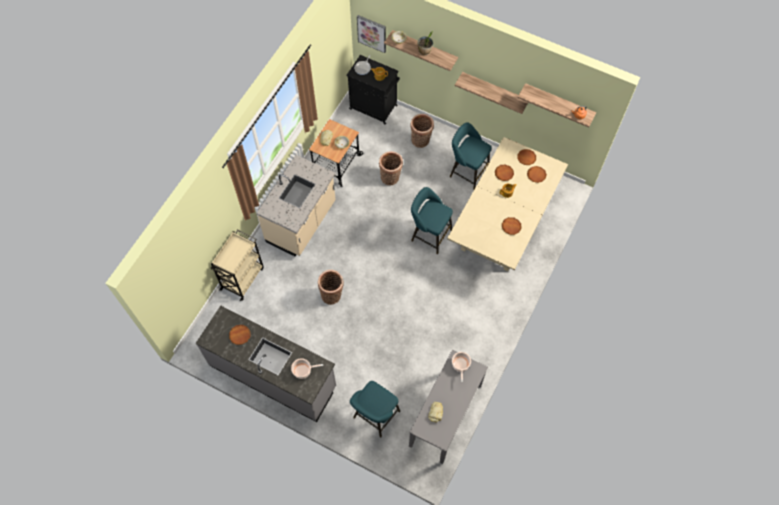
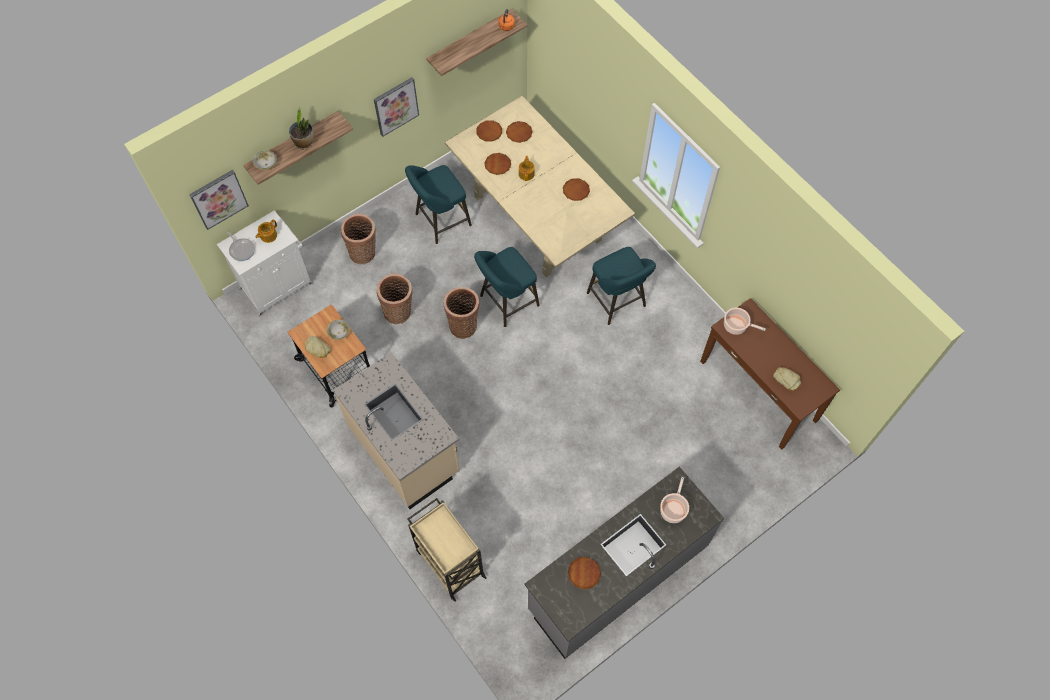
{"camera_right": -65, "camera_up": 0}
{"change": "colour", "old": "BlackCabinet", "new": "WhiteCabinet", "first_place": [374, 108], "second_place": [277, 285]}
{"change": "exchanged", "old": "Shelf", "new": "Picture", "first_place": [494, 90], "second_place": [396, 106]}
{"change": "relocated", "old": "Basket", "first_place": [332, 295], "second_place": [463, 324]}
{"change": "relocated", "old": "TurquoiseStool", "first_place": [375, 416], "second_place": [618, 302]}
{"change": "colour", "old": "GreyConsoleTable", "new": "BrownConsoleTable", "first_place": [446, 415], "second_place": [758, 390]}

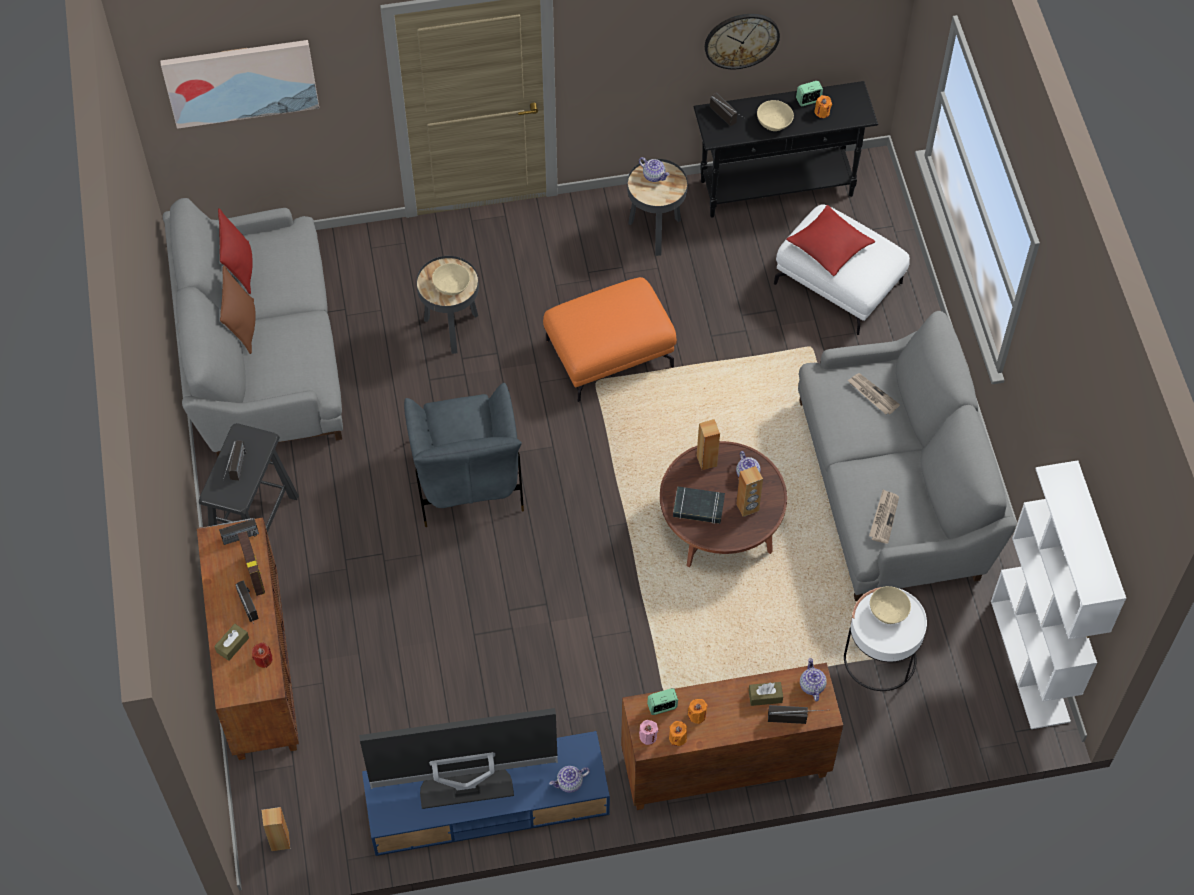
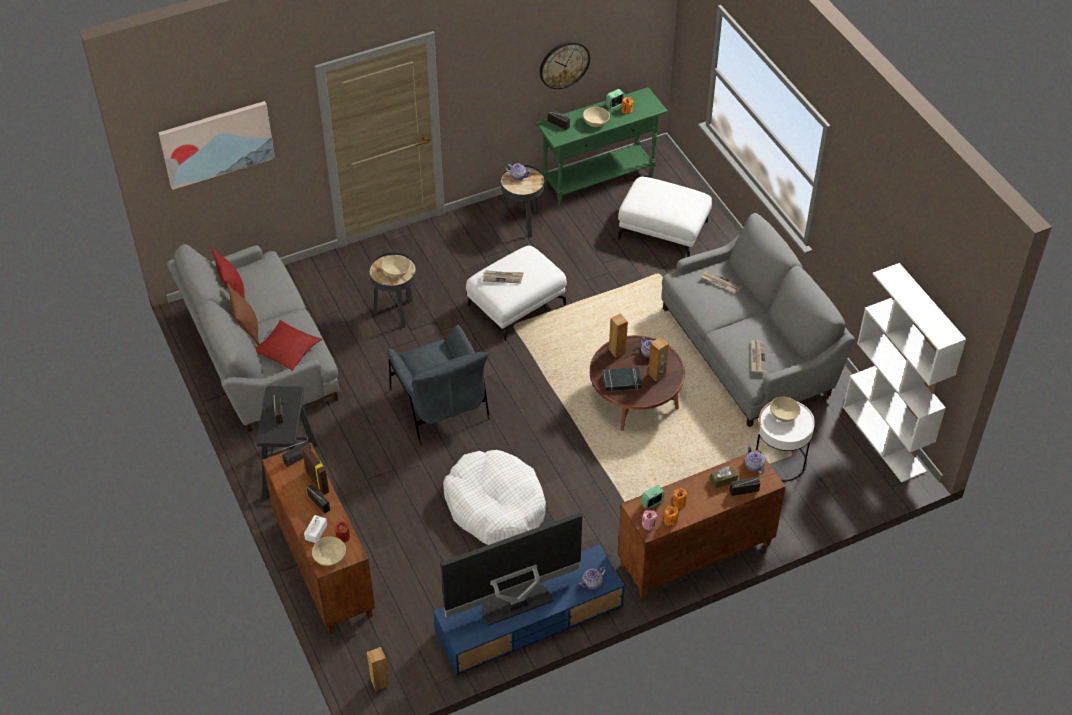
{"camera_right": -15, "camera_up": -10}
{"change": "relocated", "old": "RedPillow", "first_place": [829, 246], "second_place": [287, 350]}
{"change": "colour", "old": "BrownTissueBox", "new": "WhiteTissueBox", "first_place": [232, 645], "second_place": [316, 532]}
{"change": "appeared", "new": "BeigeBowl", "second_place": [330, 557]}
{"change": "appeared", "new": "WhiteDogBed", "second_place": [495, 507]}
{"change": "colour", "old": "OrangeOttoman", "new": "WhiteOttoman", "first_place": [609, 352], "second_place": [516, 304]}
{"change": "appeared", "new": "Newspaper", "second_place": [503, 277]}
{"change": "colour", "old": "BlackConsoleTable", "new": "GreenConsoleTable", "first_place": [777, 188], "second_place": [599, 180]}

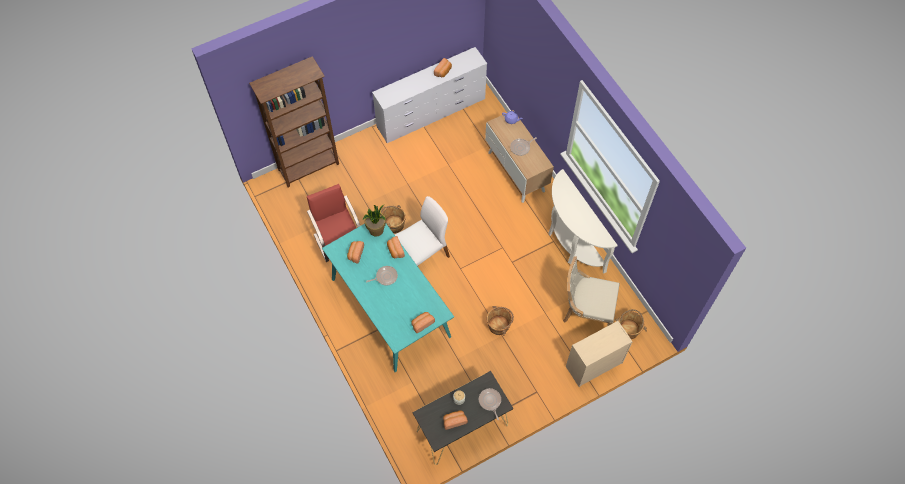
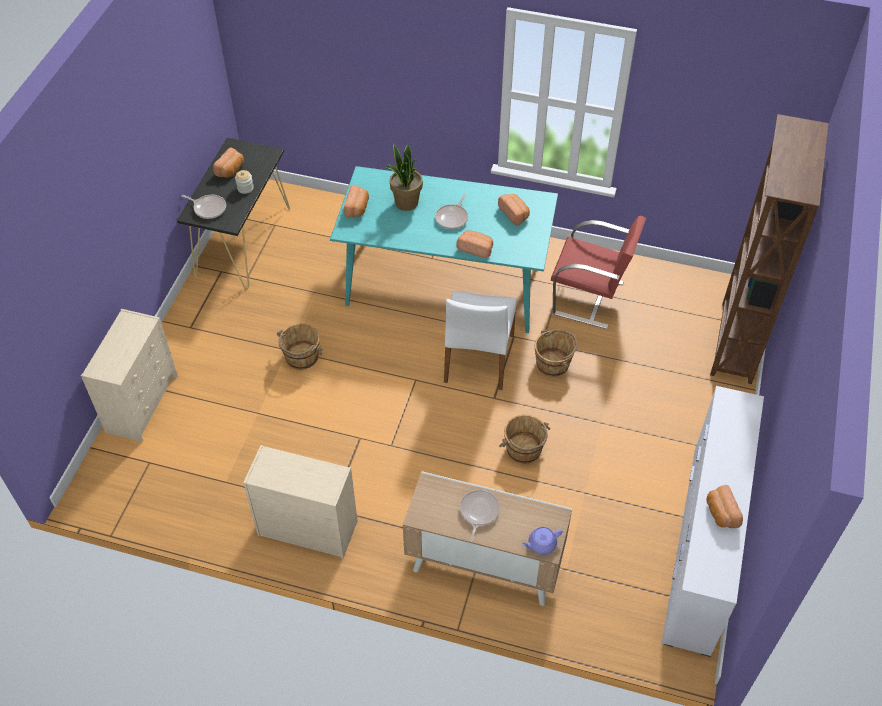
{"camera_right": 135, "camera_up": -10}
{"change": "exchanged", "old": "WhiteConsoleTable", "new": "BeigeDresser", "first_place": [570, 242], "second_place": [306, 528]}
{"change": "relocated", "old": "PottedPlant", "first_place": [376, 230], "second_place": [406, 203]}
{"change": "relocated", "old": "BrownBucket", "first_place": [628, 329], "second_place": [524, 449]}
{"change": "missing", "old": "BeigeChair", "first_place": [586, 311]}

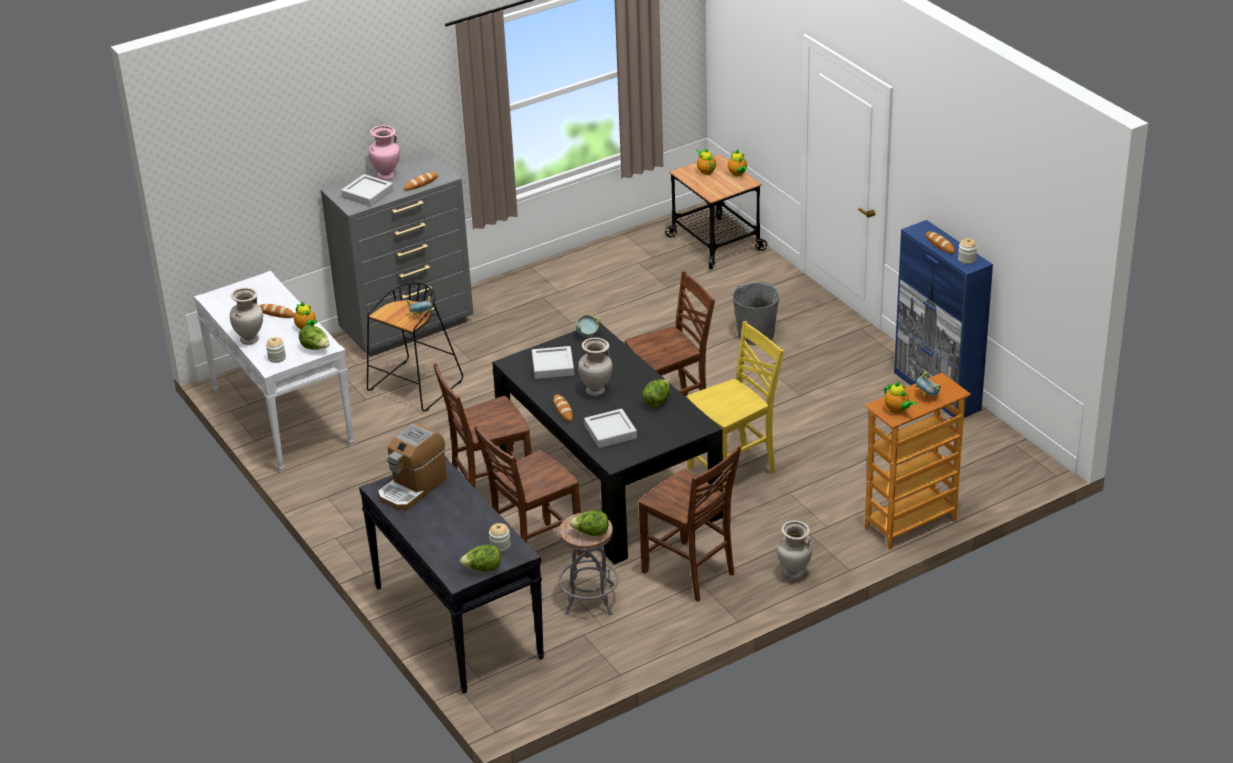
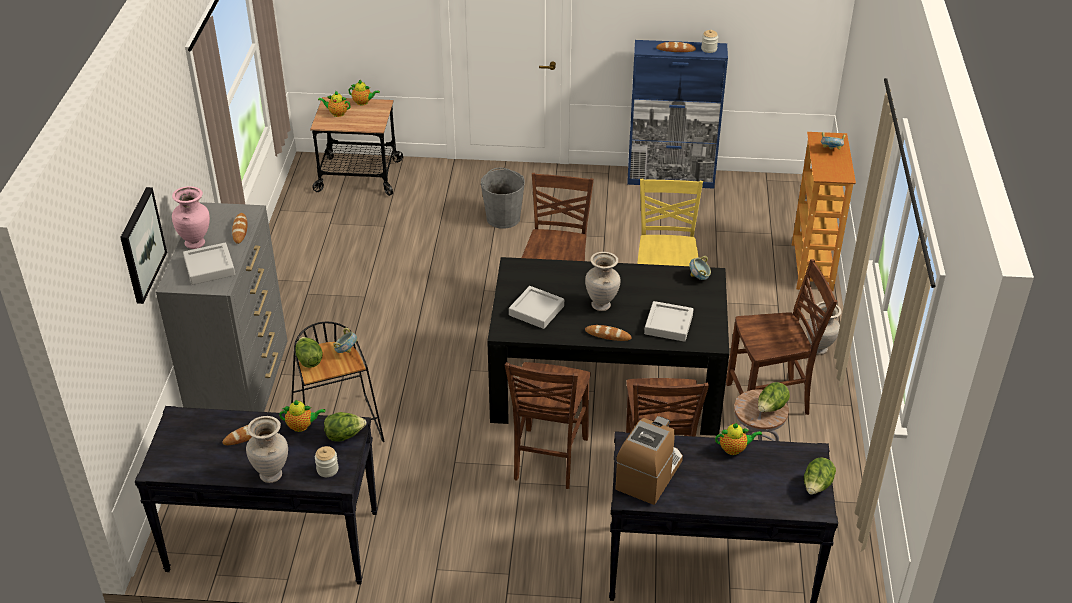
{"camera_right": -55, "camera_up": 5}
{"change": "appeared", "new": "Picture", "second_place": [141, 245]}
{"change": "colour", "old": "WhiteConsoleTable", "new": "BlackConsoleTable", "first_place": [281, 416], "second_place": [272, 541]}
{"change": "relocated", "old": "Lettuce", "first_place": [657, 401], "second_place": [309, 360]}
{"change": "spun", "old": "CoffeeMachine", "first_place": [412, 488], "second_place": [649, 474], "degrees": -135}
{"change": "relocated", "old": "Bowl", "first_place": [587, 335], "second_place": [699, 278]}
{"change": "relocated", "old": "Teapot", "first_place": [897, 410], "second_place": [734, 449]}
{"change": "missing", "old": "Jar", "first_place": [500, 546]}

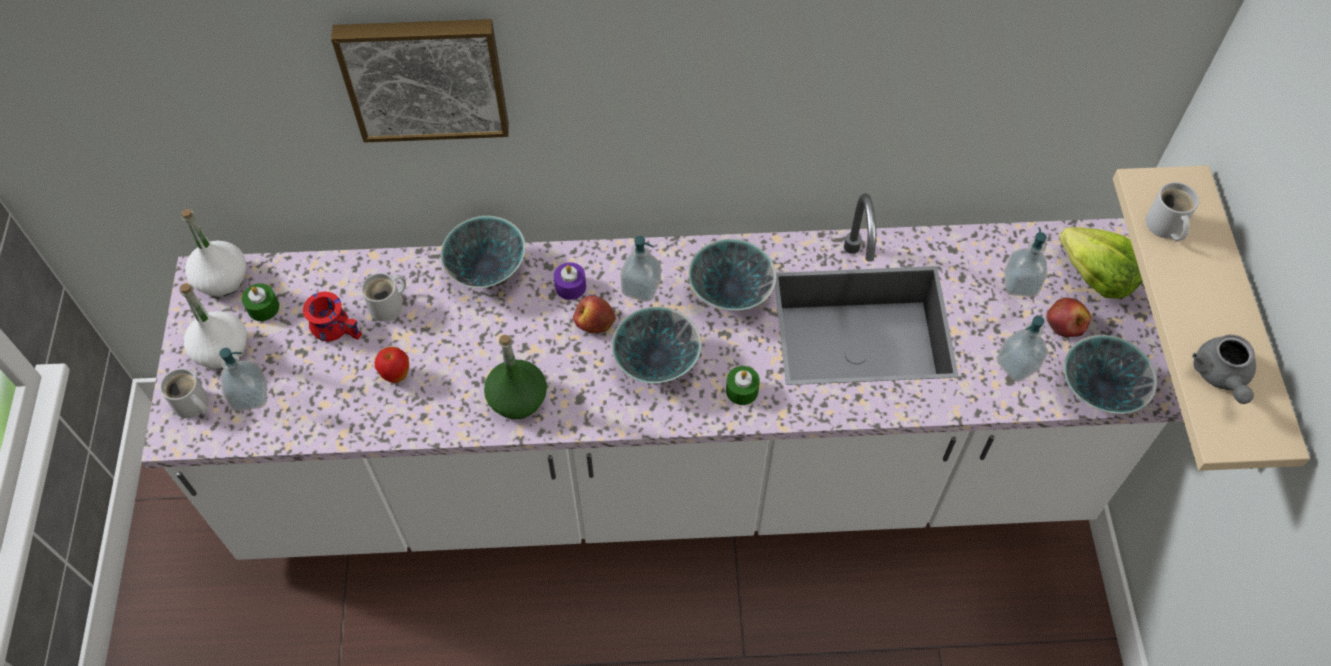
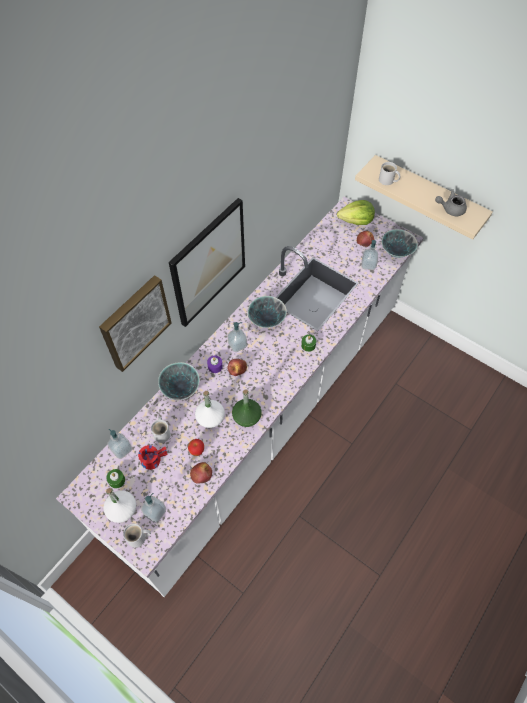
{"camera_right": -50, "camera_up": 0}
{"change": "relocated", "old": "SoapDispenser", "first_place": [1020, 284], "second_place": [121, 449]}
{"change": "appeared", "new": "Picture", "second_place": [208, 263]}
{"change": "appeared", "new": "Apple", "second_place": [201, 474]}
{"change": "relocated", "old": "WhiteBottle", "first_place": [222, 279], "second_place": [210, 418]}
{"change": "spun", "old": "GreyTeapot", "first_place": [1221, 377], "second_place": [450, 209], "degrees": 135}
{"change": "missing", "old": "Bowl", "first_place": [656, 363]}

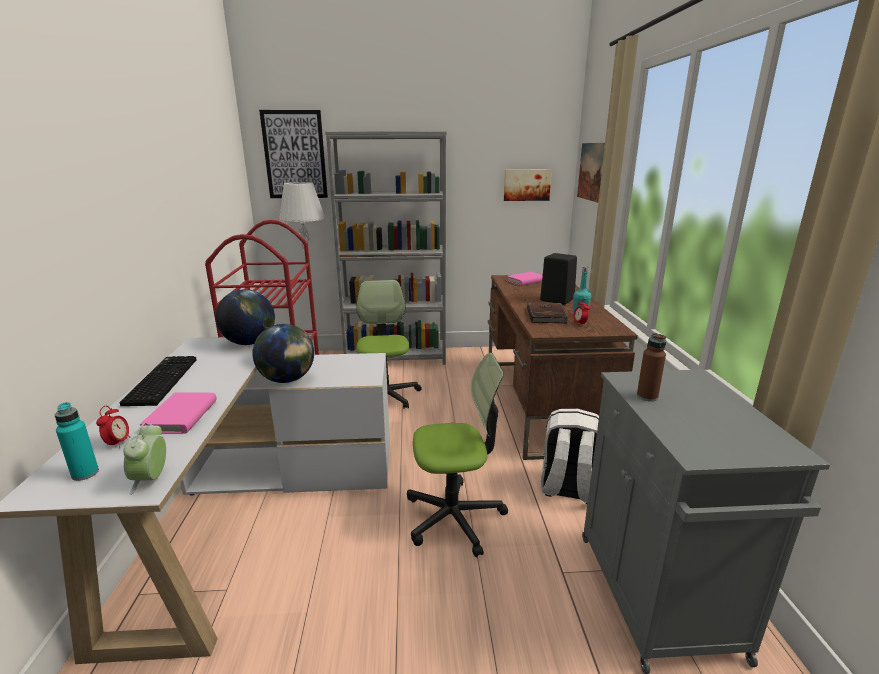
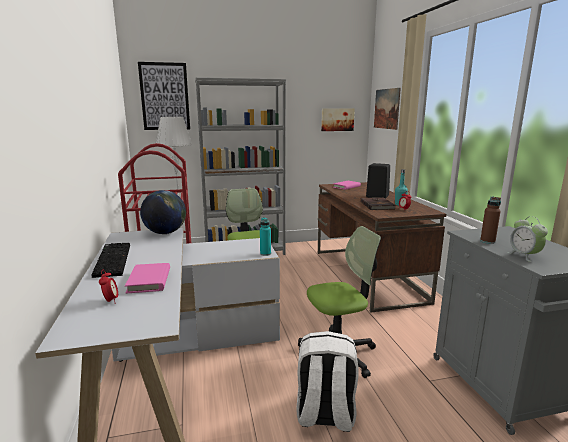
{"camera_right": -10, "camera_up": -5}
{"change": "relocated", "old": "TurquoiseBottle", "first_place": [85, 473], "second_place": [265, 253]}
{"change": "relocated", "old": "WhiteBackpack", "first_place": [568, 489], "second_place": [325, 414]}
{"change": "relocated", "old": "AlarmClock", "first_place": [151, 479], "second_place": [524, 256]}
{"change": "missing", "old": "Globe", "first_place": [287, 380]}

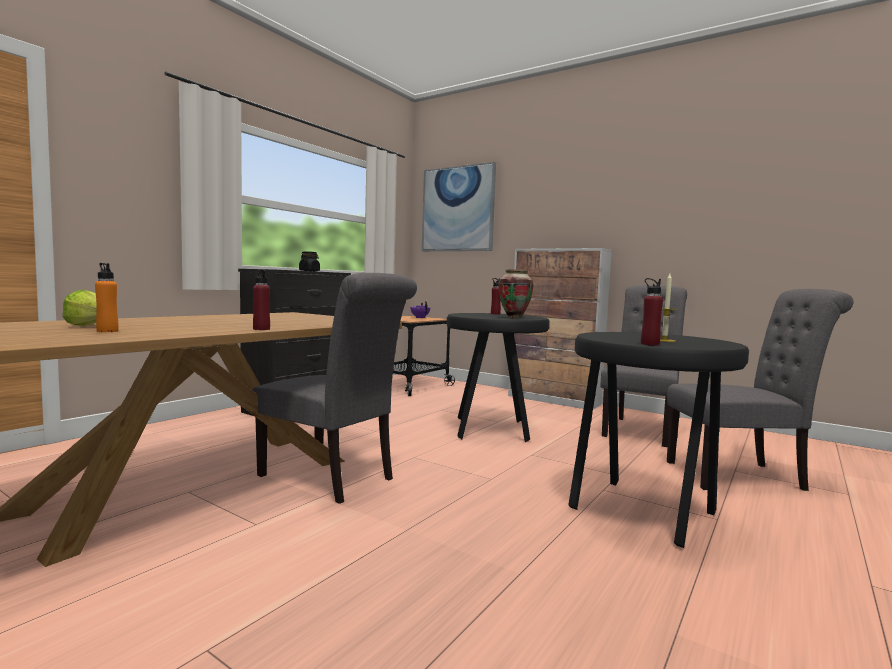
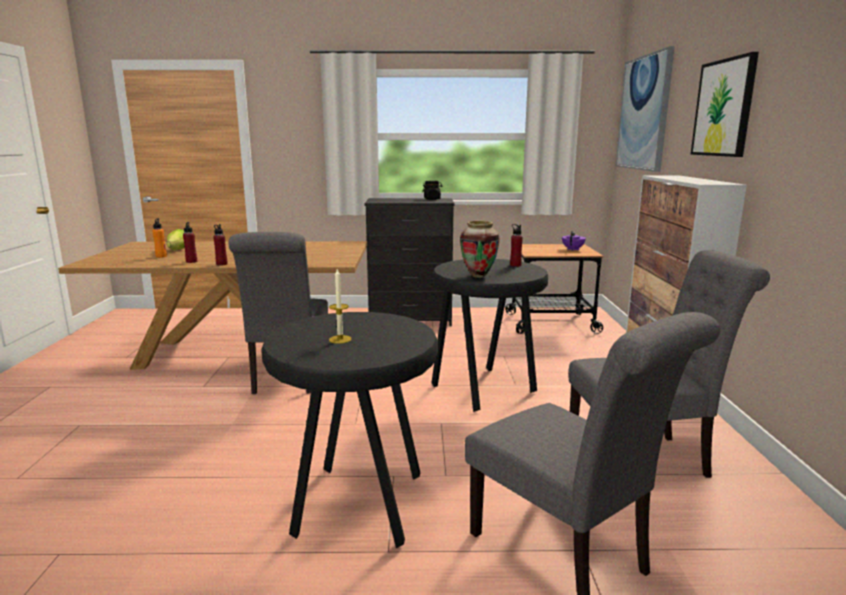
{"camera_right": 55, "camera_up": 10}
{"change": "relocated", "old": "RedBottle", "first_place": [649, 344], "second_place": [191, 261]}
{"change": "appeared", "new": "Picture", "second_place": [724, 108]}

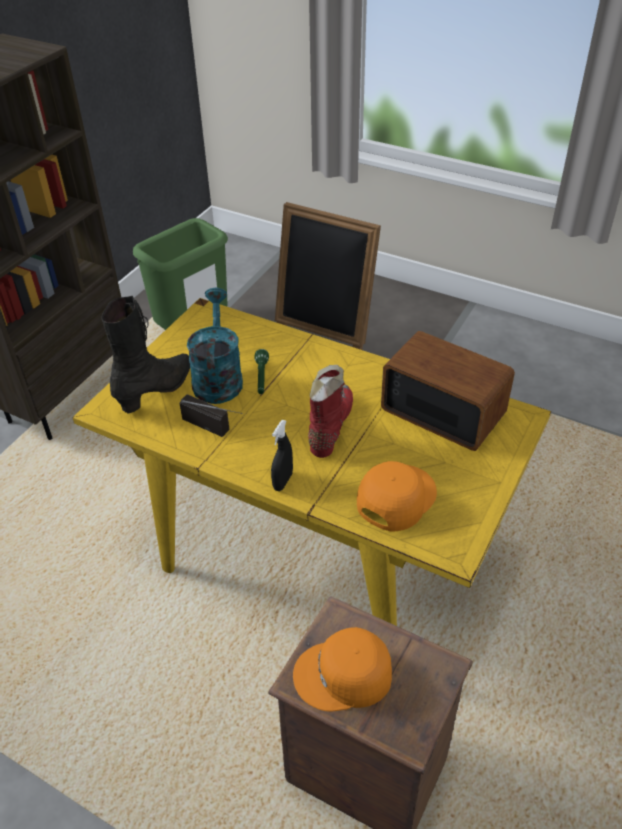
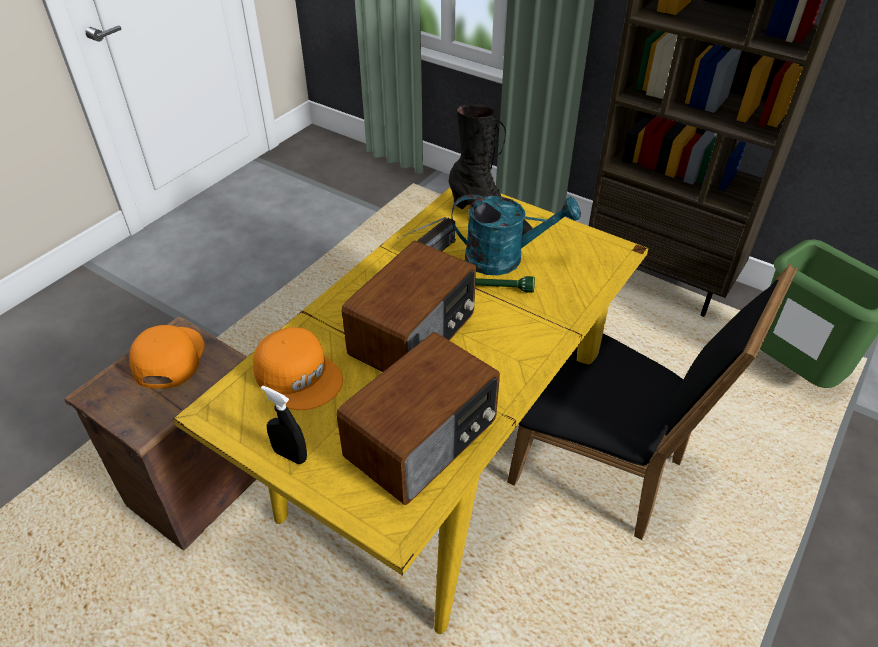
{"camera_right": 95, "camera_up": 0}
{"change": "relocated", "old": "BlackSprayBottle", "first_place": [283, 481], "second_place": [290, 455]}
{"change": "exchanged", "old": "RedBoot", "new": "Radio", "first_place": [329, 427], "second_place": [414, 335]}

